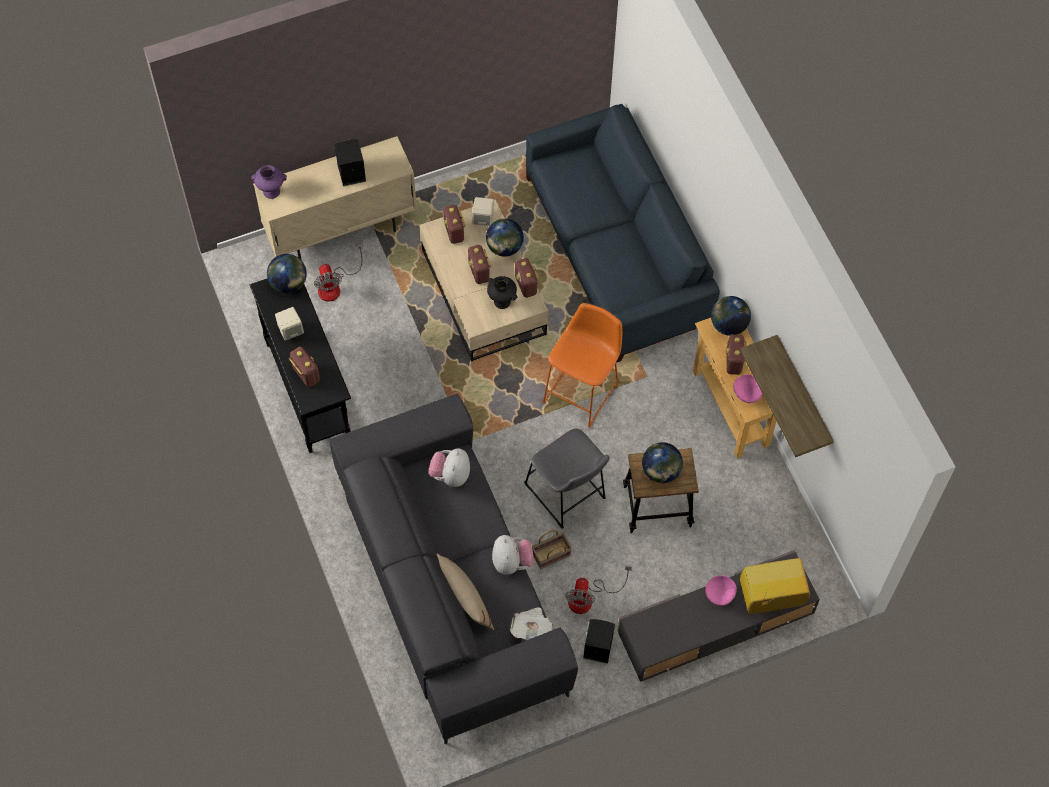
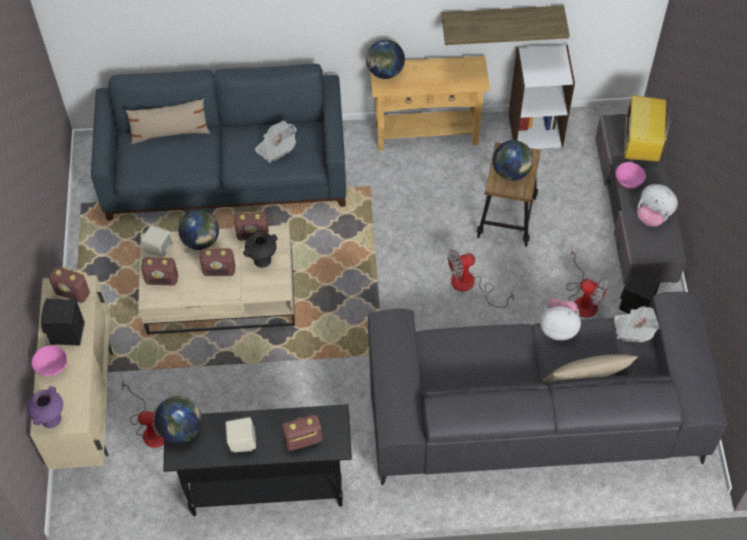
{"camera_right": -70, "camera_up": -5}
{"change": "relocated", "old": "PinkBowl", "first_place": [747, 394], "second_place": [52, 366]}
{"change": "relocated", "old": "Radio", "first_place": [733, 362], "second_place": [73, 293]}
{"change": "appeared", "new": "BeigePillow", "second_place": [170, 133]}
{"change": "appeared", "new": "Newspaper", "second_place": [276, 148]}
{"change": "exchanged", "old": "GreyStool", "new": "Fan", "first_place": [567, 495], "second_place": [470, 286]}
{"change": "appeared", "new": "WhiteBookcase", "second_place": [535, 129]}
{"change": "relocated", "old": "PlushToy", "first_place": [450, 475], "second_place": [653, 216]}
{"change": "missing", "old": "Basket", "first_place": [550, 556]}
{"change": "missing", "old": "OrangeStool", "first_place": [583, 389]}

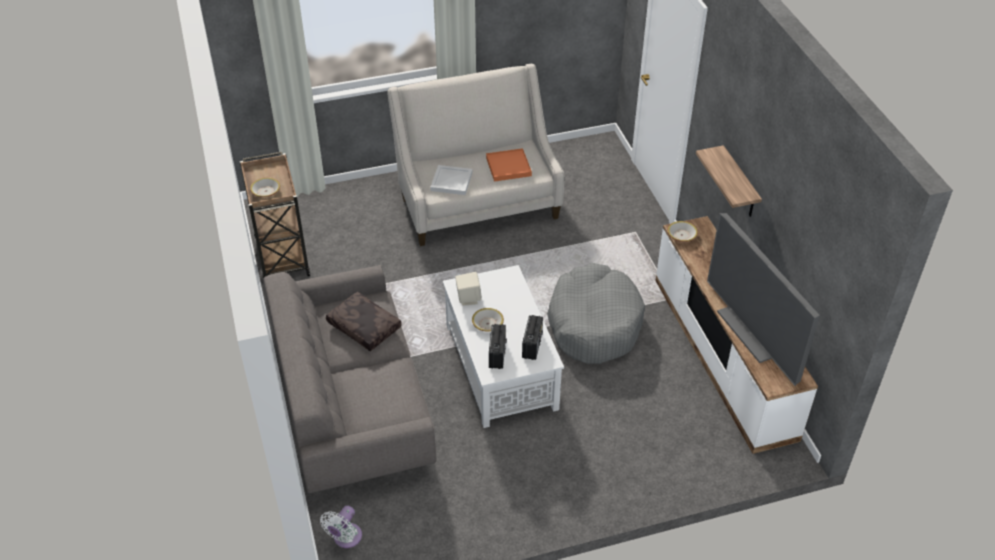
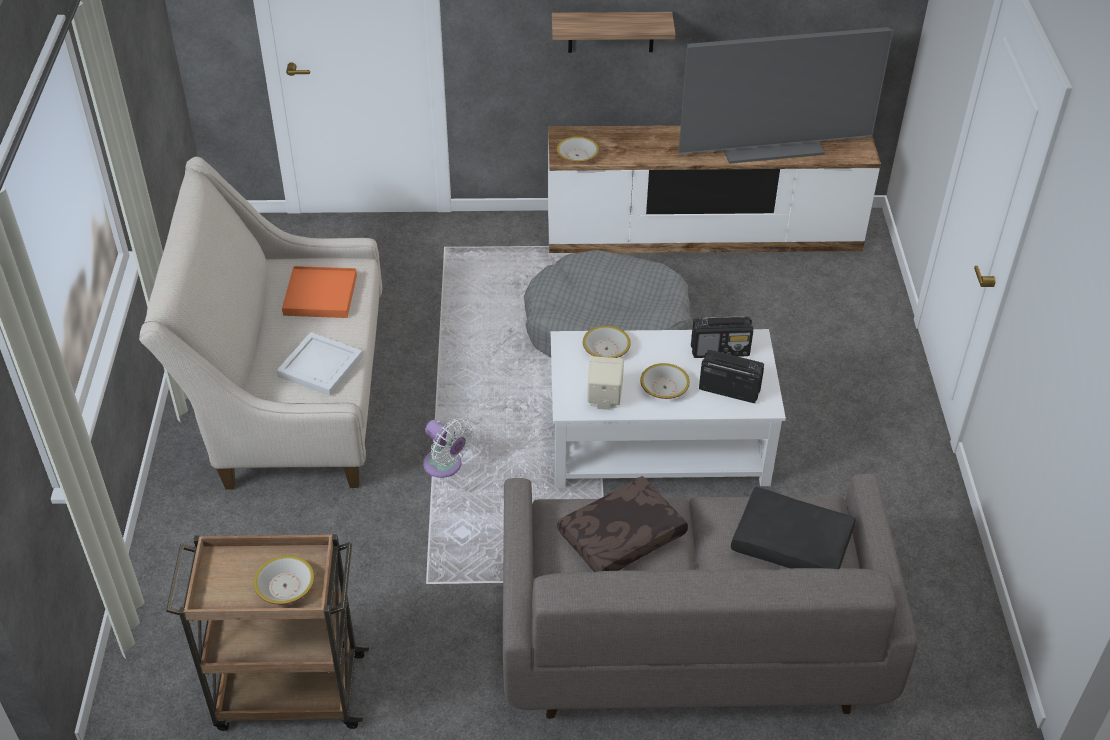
{"camera_right": -75, "camera_up": 0}
{"change": "relocated", "old": "WhiteFan", "first_place": [345, 538], "second_place": [445, 466]}
{"change": "appeared", "new": "Bowl", "second_place": [606, 349]}
{"change": "spun", "old": "Radio", "first_place": [532, 345], "second_place": [720, 350], "degrees": 150}
{"change": "appeared", "new": "BlackPillow", "second_place": [790, 544]}

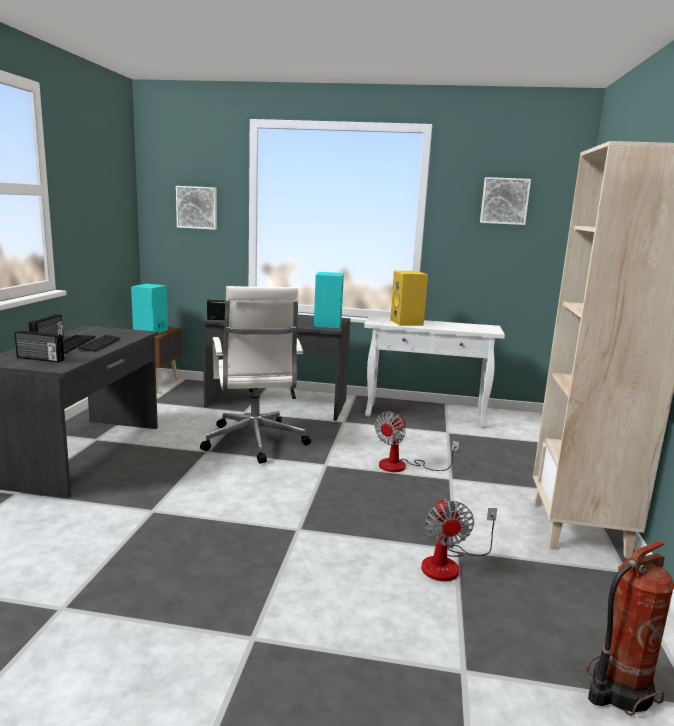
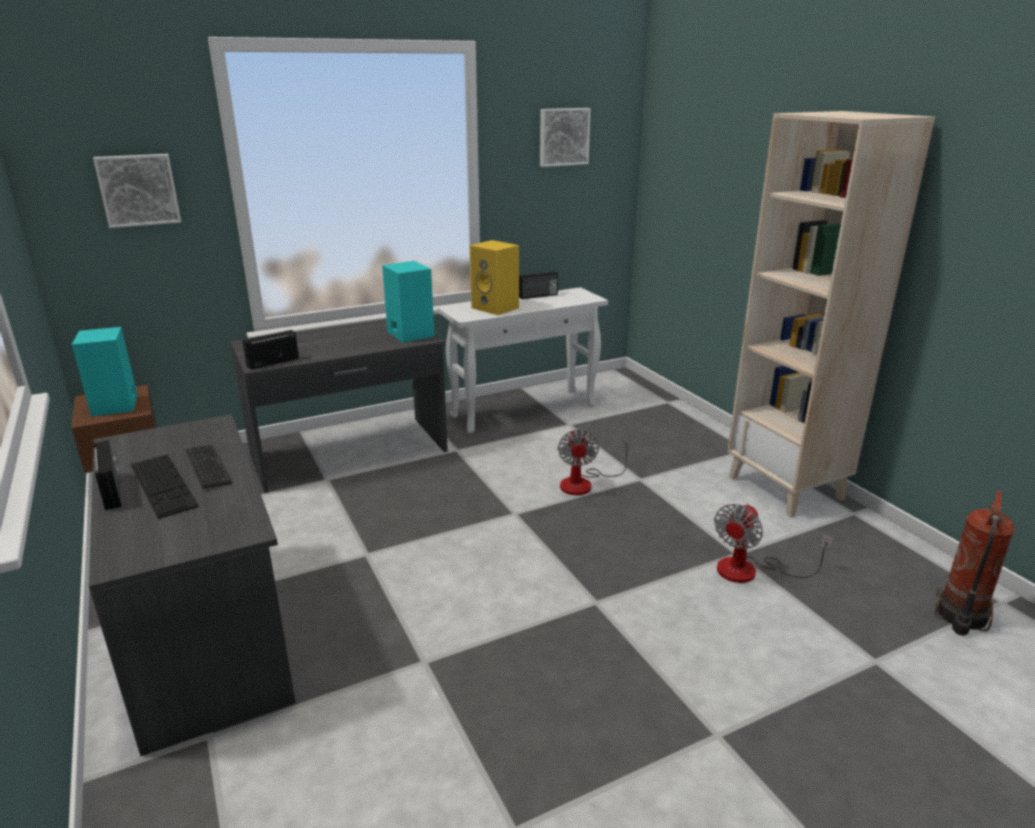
{"camera_right": -35, "camera_up": 10}
{"change": "relocated", "old": "Radio", "first_place": [39, 359], "second_place": [538, 296]}
{"change": "spun", "old": "Fan", "first_place": [449, 564], "second_place": [751, 570], "degrees": 75}
{"change": "missing", "old": "WhiteOfficeChair", "first_place": [254, 442]}

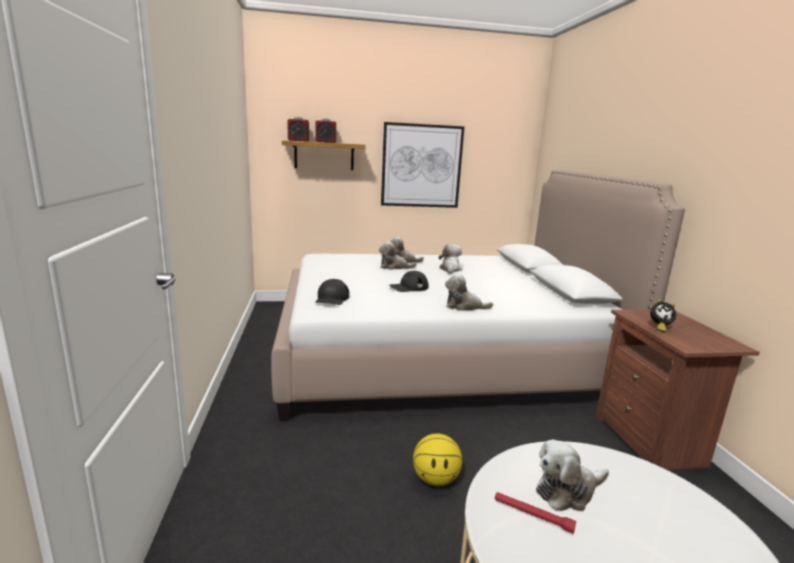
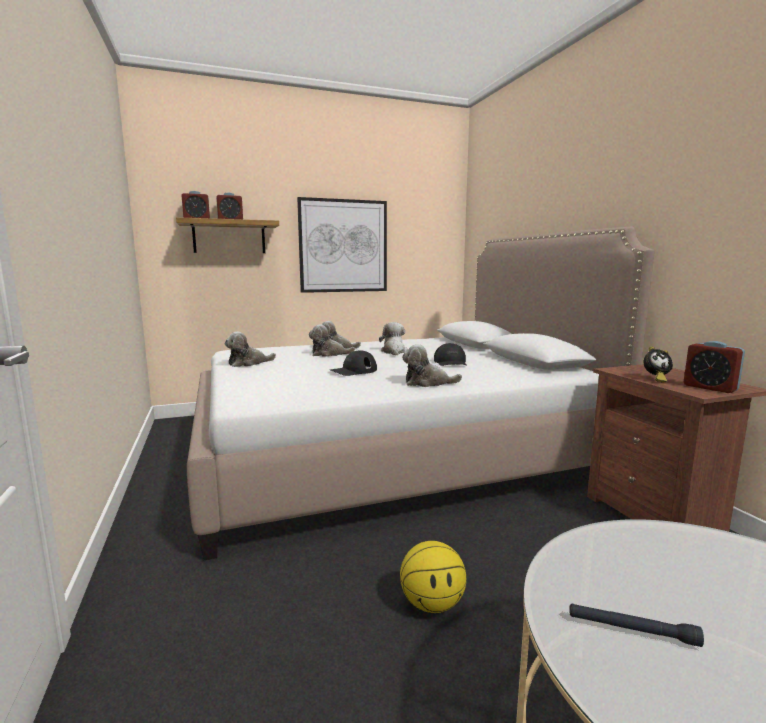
{"camera_right": -10, "camera_up": -5}
{"change": "relocated", "old": "PlushToy", "first_place": [567, 491], "second_place": [248, 363]}
{"change": "relocated", "old": "BlackCap", "first_place": [332, 298], "second_place": [451, 362]}
{"change": "colour", "old": "RedFlashlight", "new": "BlackFlashlight", "first_place": [533, 515], "second_place": [631, 630]}
{"change": "appeared", "new": "AlarmClock", "second_place": [710, 388]}

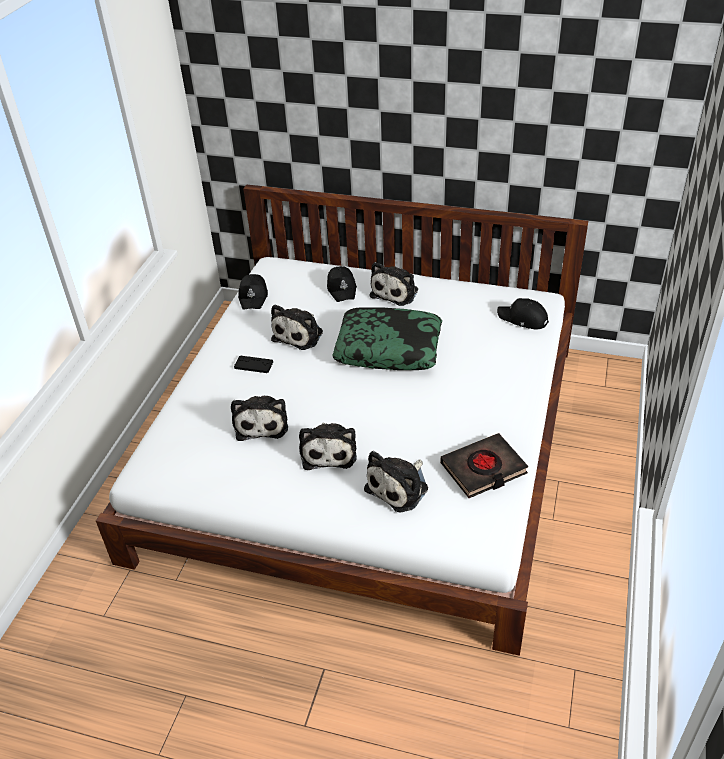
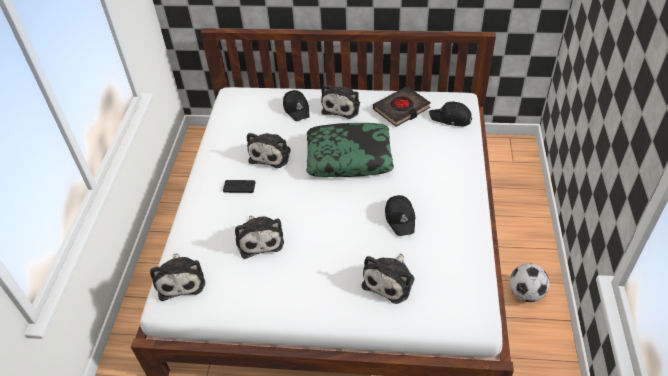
{"camera_right": -10, "camera_up": 5}
{"change": "relocated", "old": "PlushToy", "first_place": [329, 451], "second_place": [181, 279]}
{"change": "relocated", "old": "BlackBook", "first_place": [483, 469], "second_place": [401, 109]}
{"change": "relocated", "old": "BlackCap", "first_place": [254, 296], "second_place": [400, 218]}
{"change": "appeared", "new": "Football", "second_place": [525, 293]}

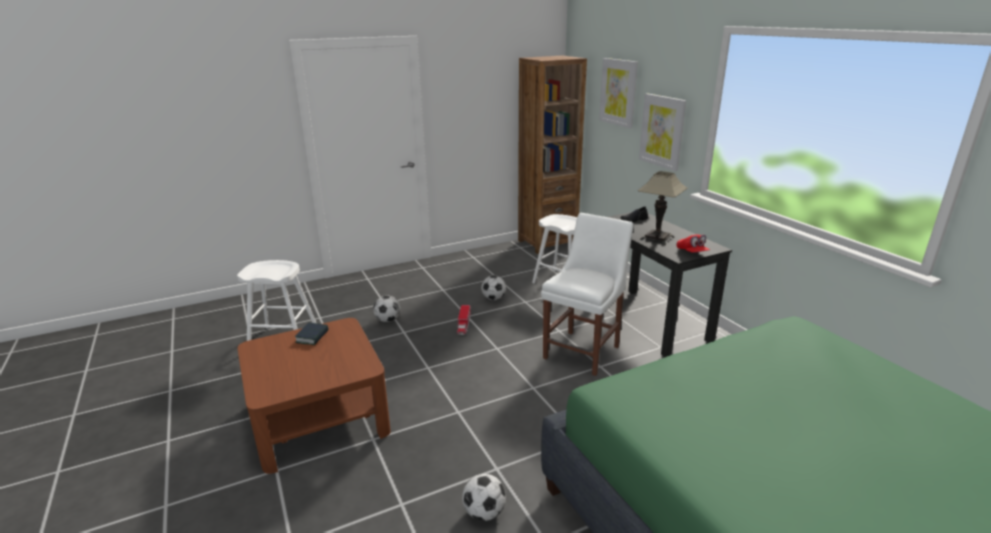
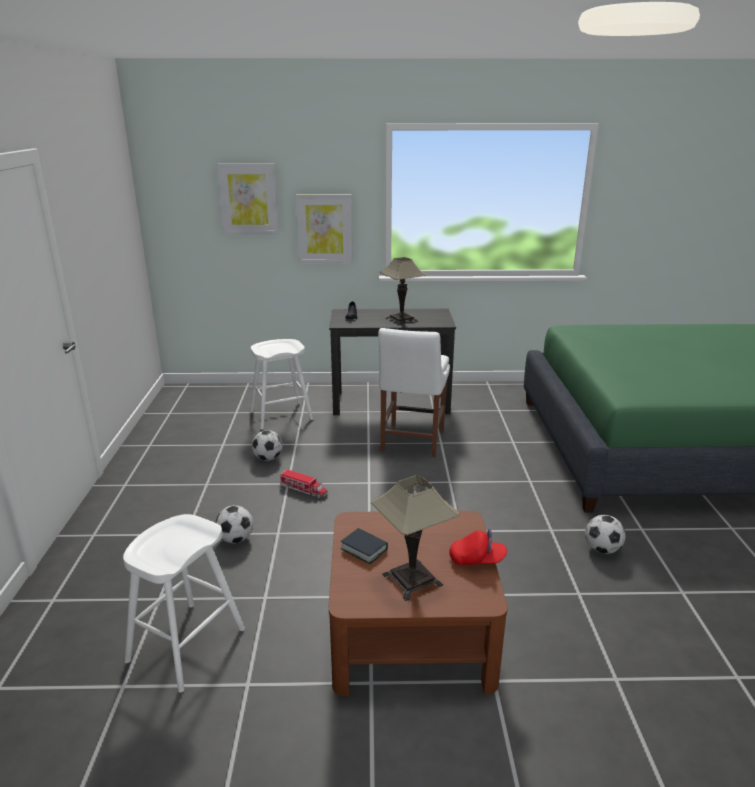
{"camera_right": -65, "camera_up": 0}
{"change": "appeared", "new": "TableLamp", "second_place": [412, 580]}
{"change": "spun", "old": "WhiteChair", "first_place": [584, 350], "second_place": [411, 442], "degrees": -135}
{"change": "relocated", "old": "RedCap", "first_place": [692, 252], "second_place": [477, 559]}
{"change": "missing", "old": "BrownBookcase", "first_place": [547, 243]}

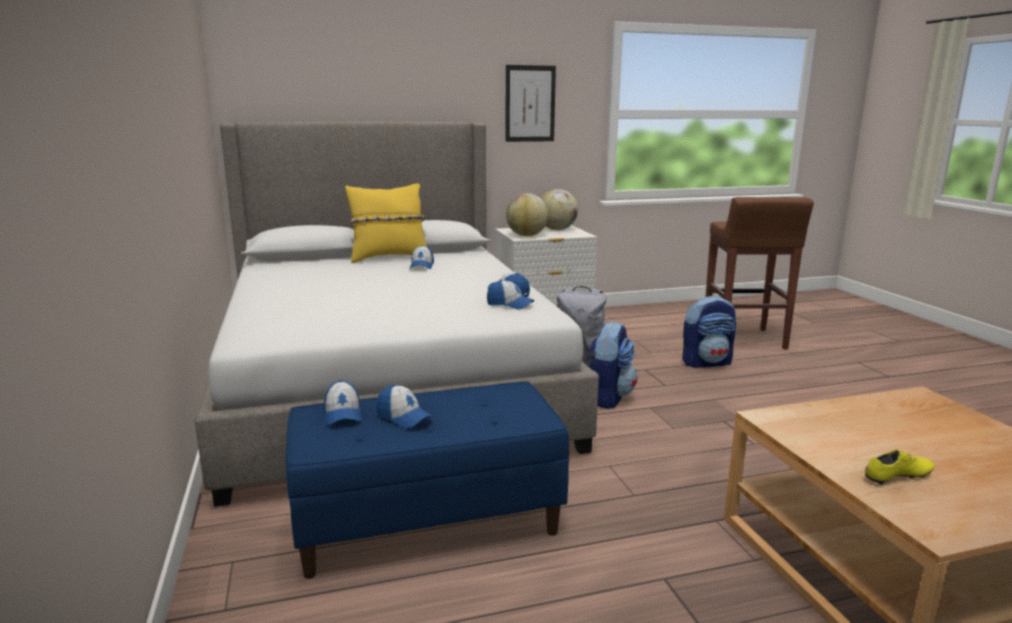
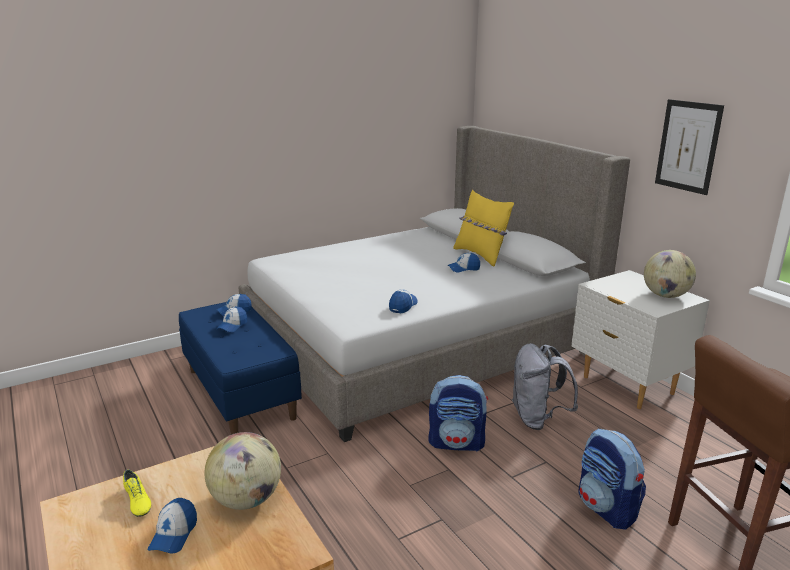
{"camera_right": 75, "camera_up": 5}
{"change": "relocated", "old": "Cap", "first_place": [510, 304], "second_place": [174, 534]}
{"change": "relocated", "old": "Globe", "first_place": [526, 235], "second_place": [246, 499]}

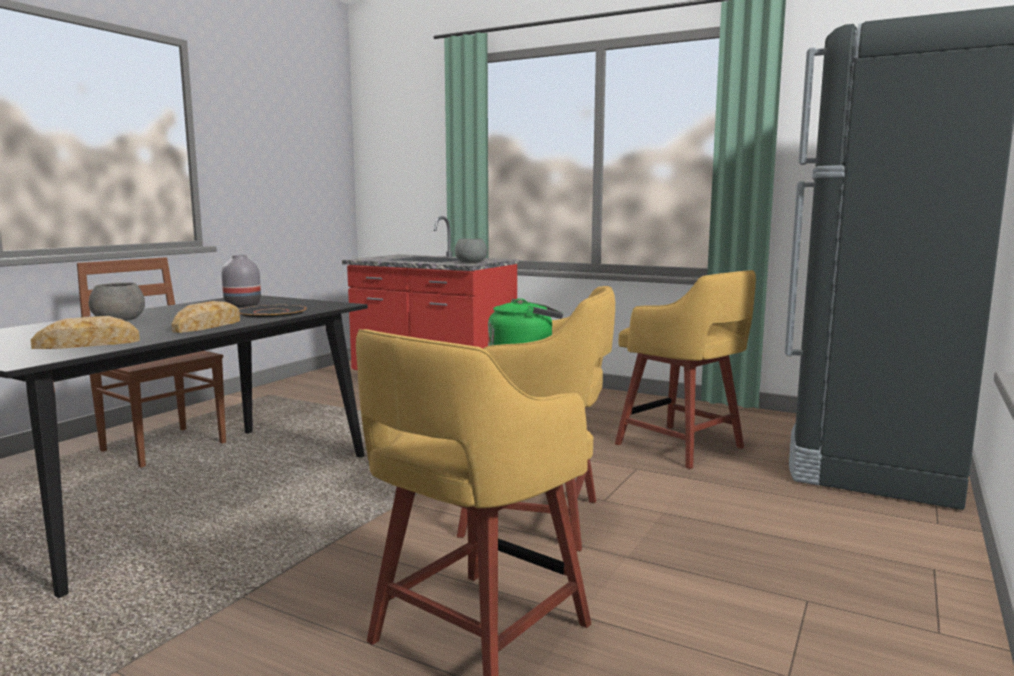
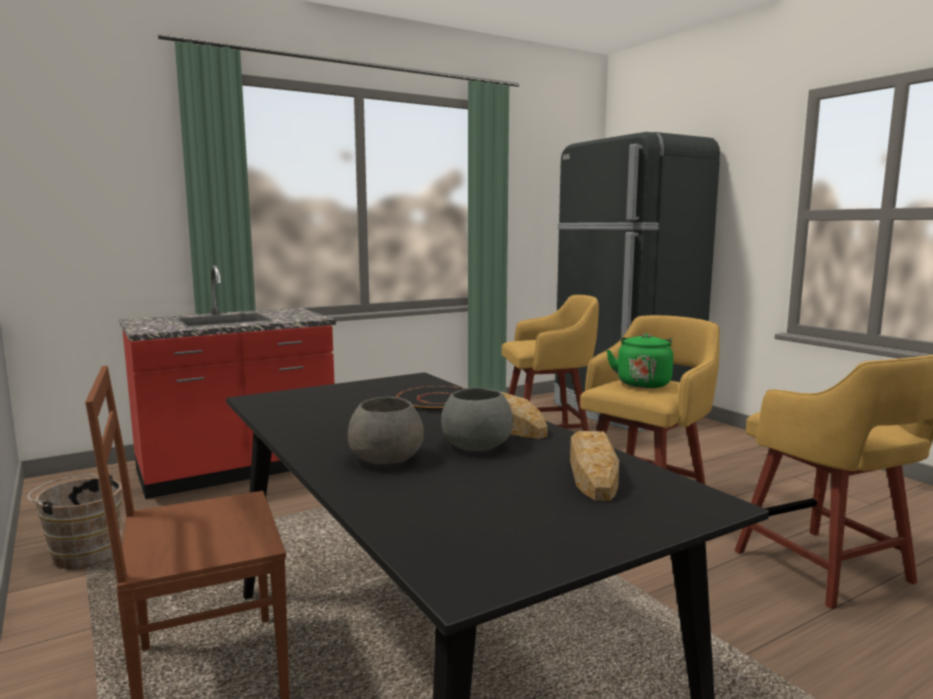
{"camera_right": -60, "camera_up": 0}
{"change": "appeared", "new": "BrownBucket", "second_place": [83, 553]}
{"change": "relocated", "old": "GreyBowl", "first_place": [470, 262], "second_place": [475, 445]}
{"change": "missing", "old": "GreyVase", "first_place": [242, 305]}

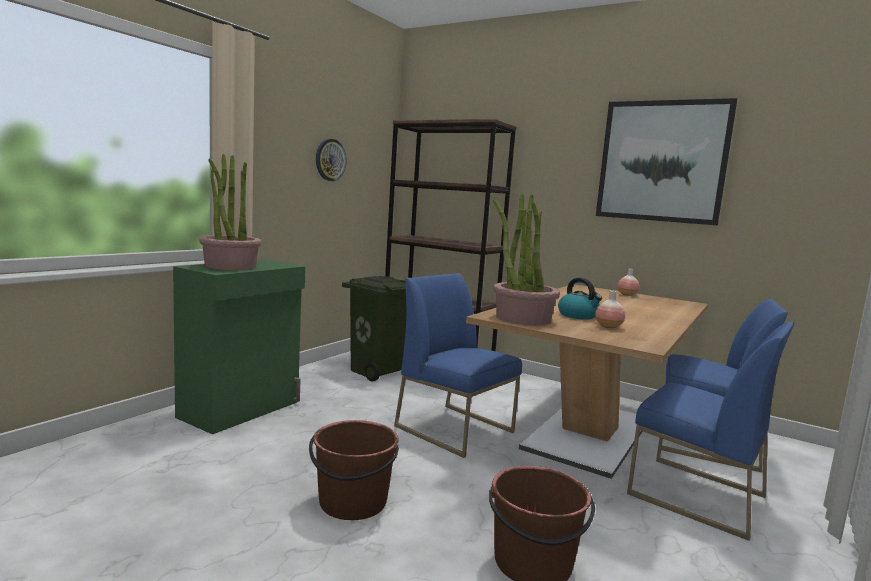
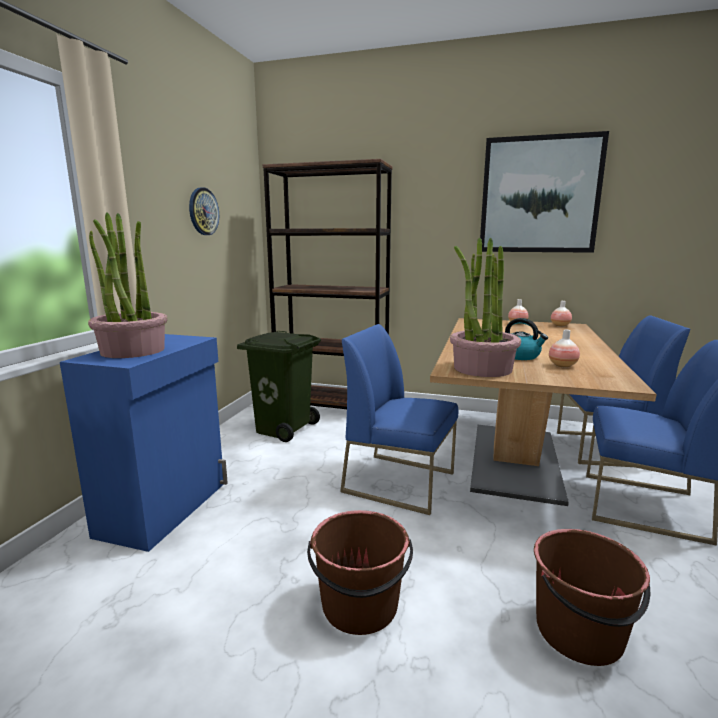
{"camera_right": -15, "camera_up": 5}
{"change": "colour", "old": "GreenCabinet", "new": "BlueCabinet", "first_place": [242, 409], "second_place": [166, 508]}
{"change": "appeared", "new": "Vase", "second_place": [560, 325]}

